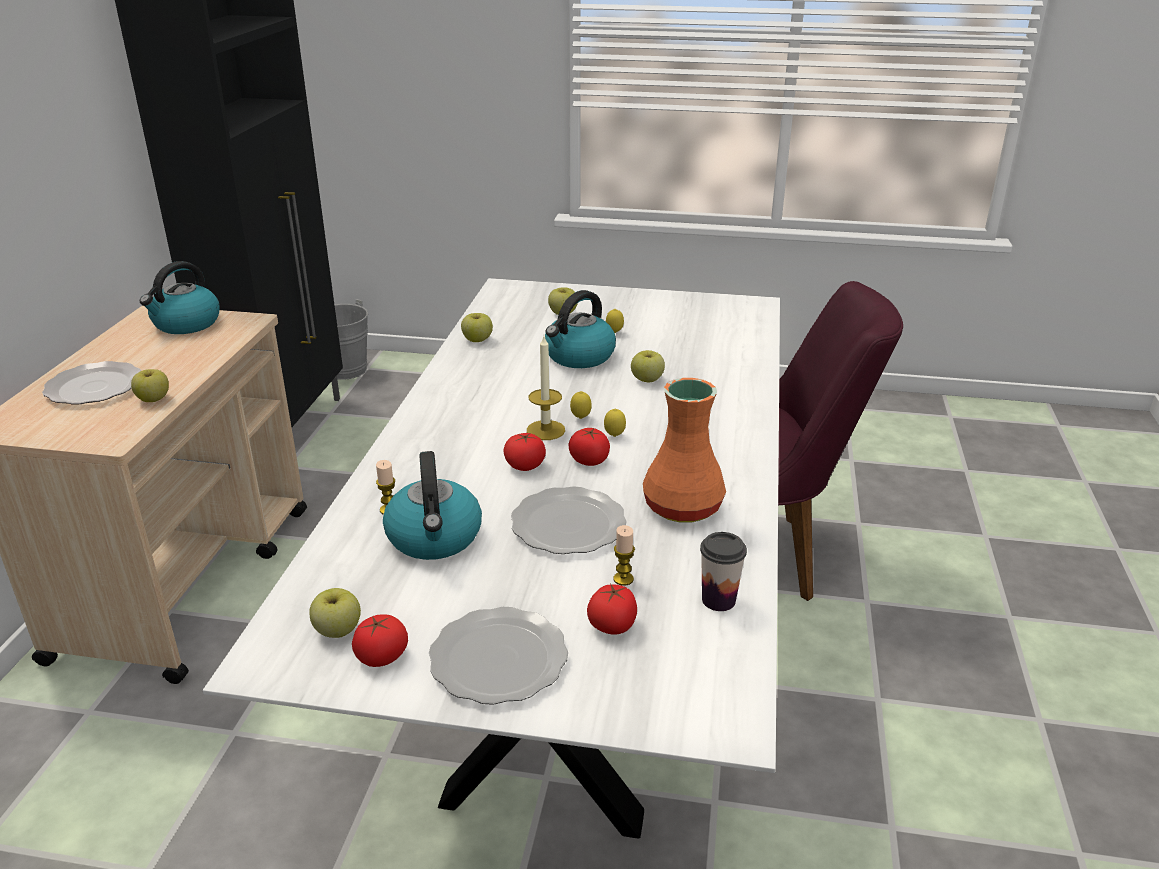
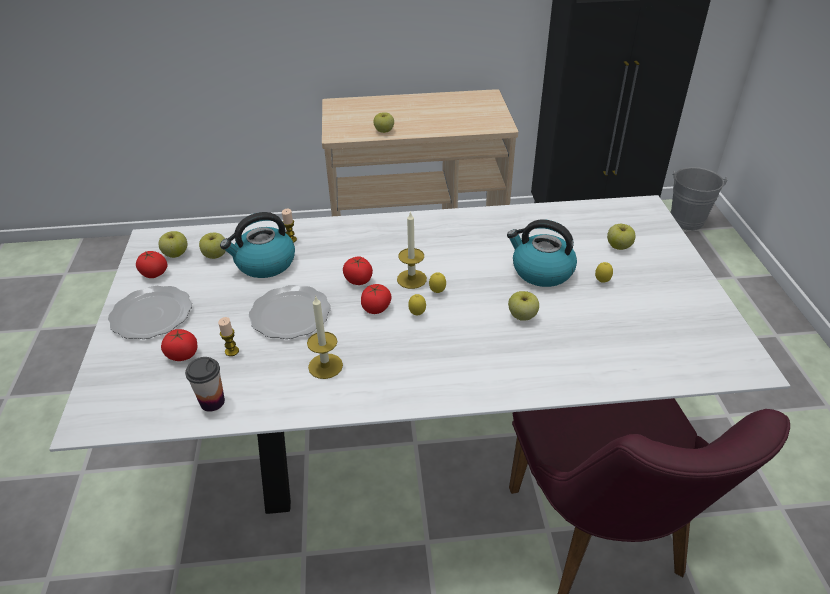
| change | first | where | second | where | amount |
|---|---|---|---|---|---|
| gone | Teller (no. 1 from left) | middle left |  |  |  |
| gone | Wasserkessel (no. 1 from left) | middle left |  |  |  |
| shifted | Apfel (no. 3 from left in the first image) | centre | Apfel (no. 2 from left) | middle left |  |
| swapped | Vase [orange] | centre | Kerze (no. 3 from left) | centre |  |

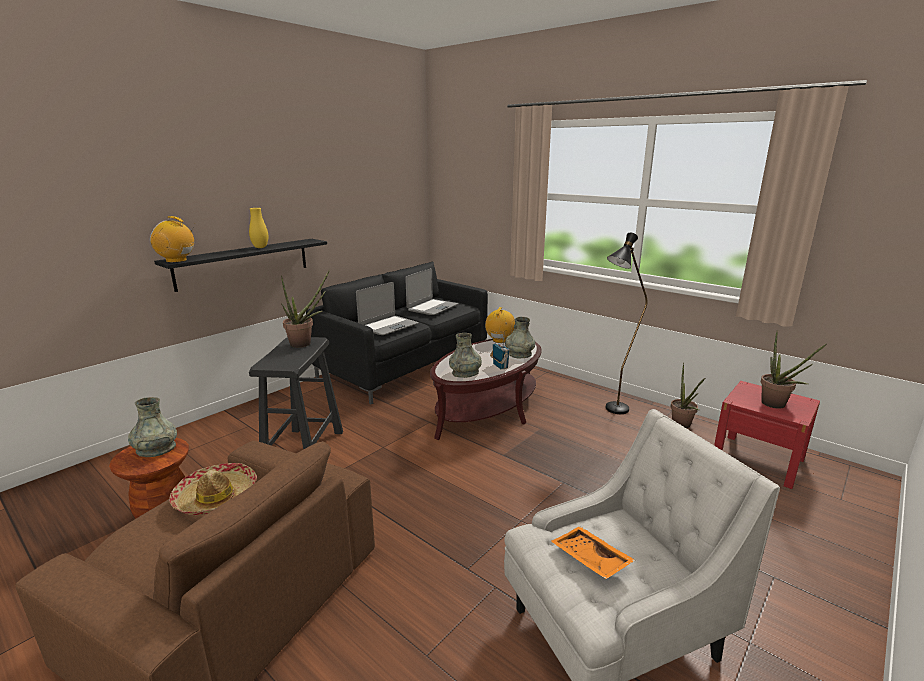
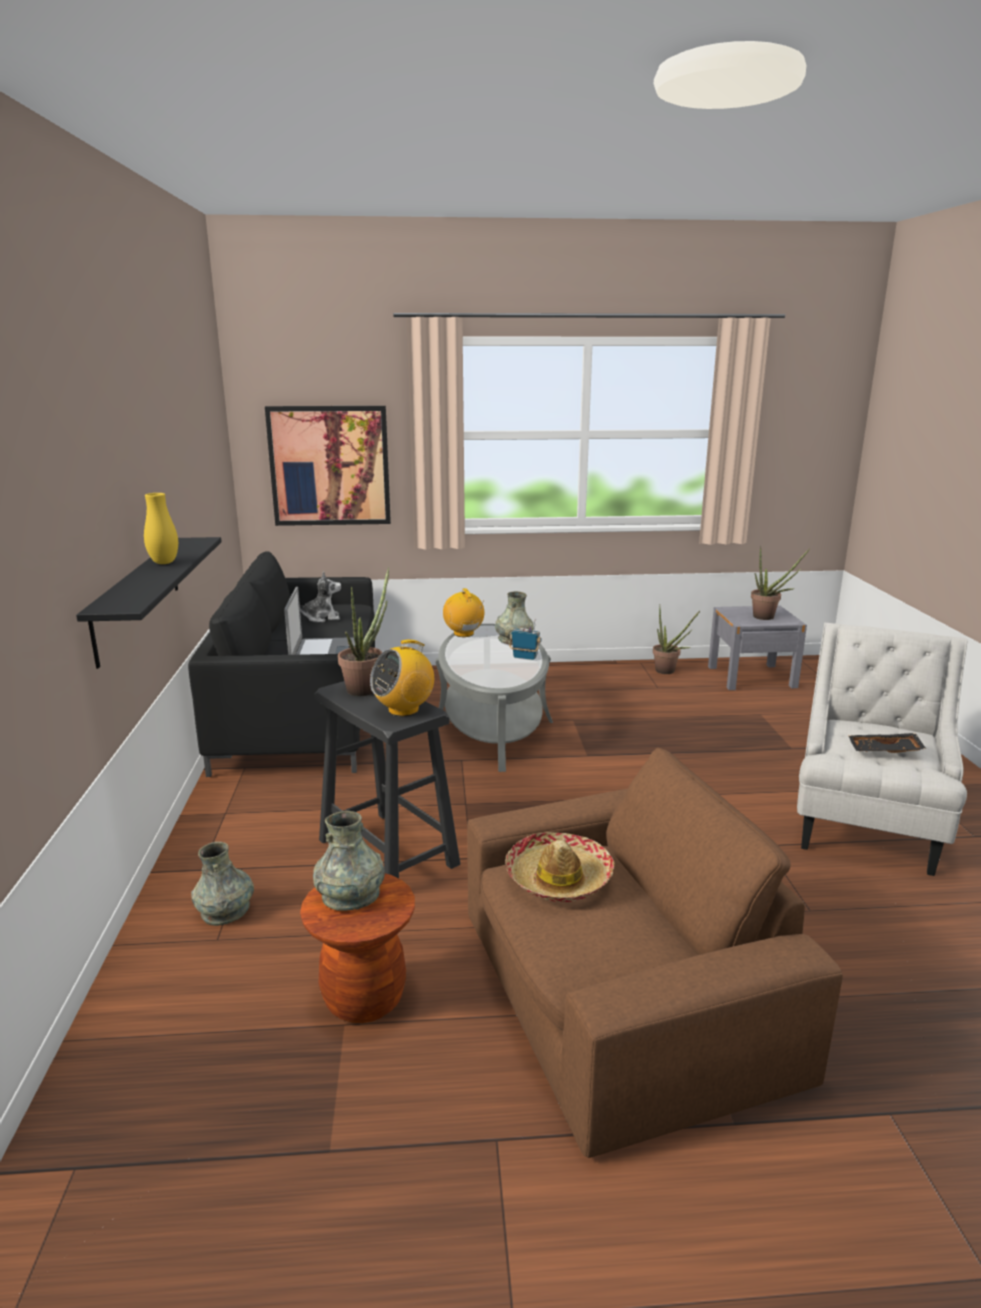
| change | first | where | second | where | amount |
|---|---|---|---|---|---|
| shifted | Radio (no. 1 from left) | middle left |  | centre |  |
| swapped | Laptop (no. 2 from left) | centre | Plüschtier | middle left |  |
| repainted | Couchtisch [braun] | centre | Couchtisch [grau] | centre |  |
| shifted | Vase [grau] (no. 2 from left in the first image) | centre | Vase [grau] (no. 1 from left) | bottom left |  |
| repainted | Tablett [orange] | bottom centre | Tablett [schwarz] | middle right |  |
| gone | Stehlampe [schwarz] | middle right |  |  |  |
| repainted | Nachttisch [rot] | middle right | Nachttisch [grau] | middle right |  |
| new |  |  | Bild | centre |  |

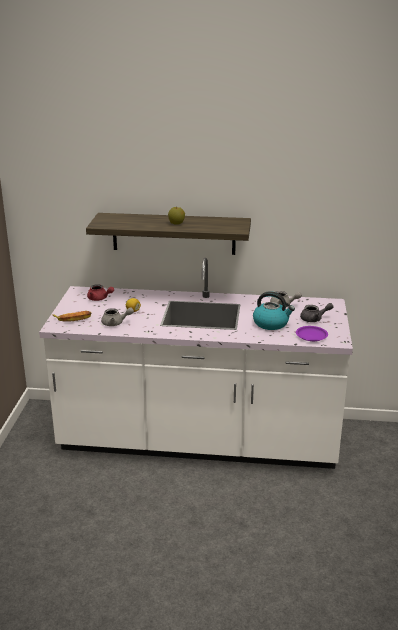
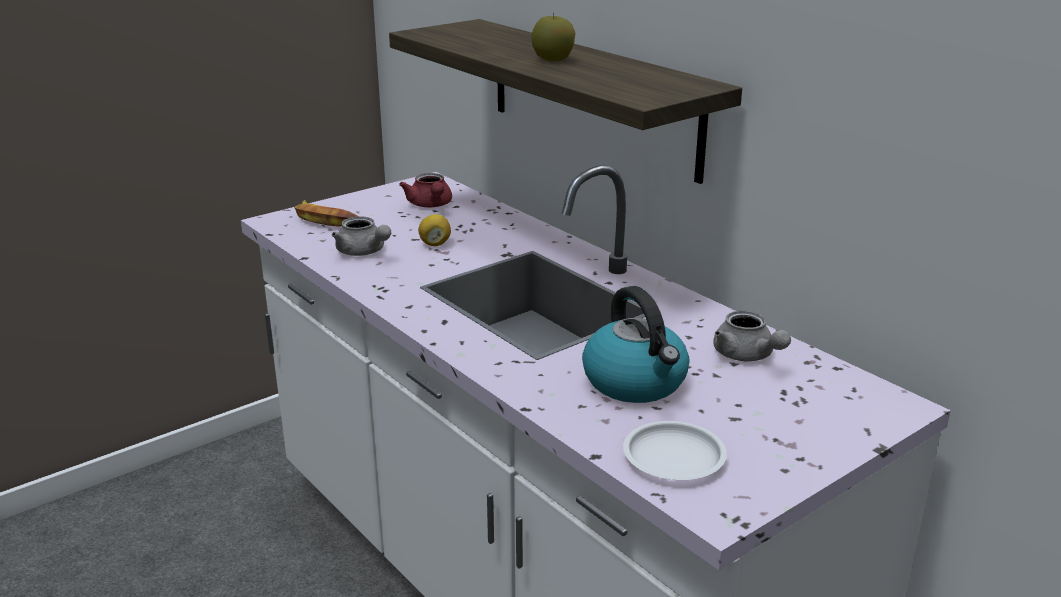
| change | first | where | second | where | amount |
|---|---|---|---|---|---|
| repainted | Teller [lila] | middle right | Teller [weiß] | bottom centre |  |
| gone | Teekanne [grau] (no. 3 from left) | middle right |  |  |  |

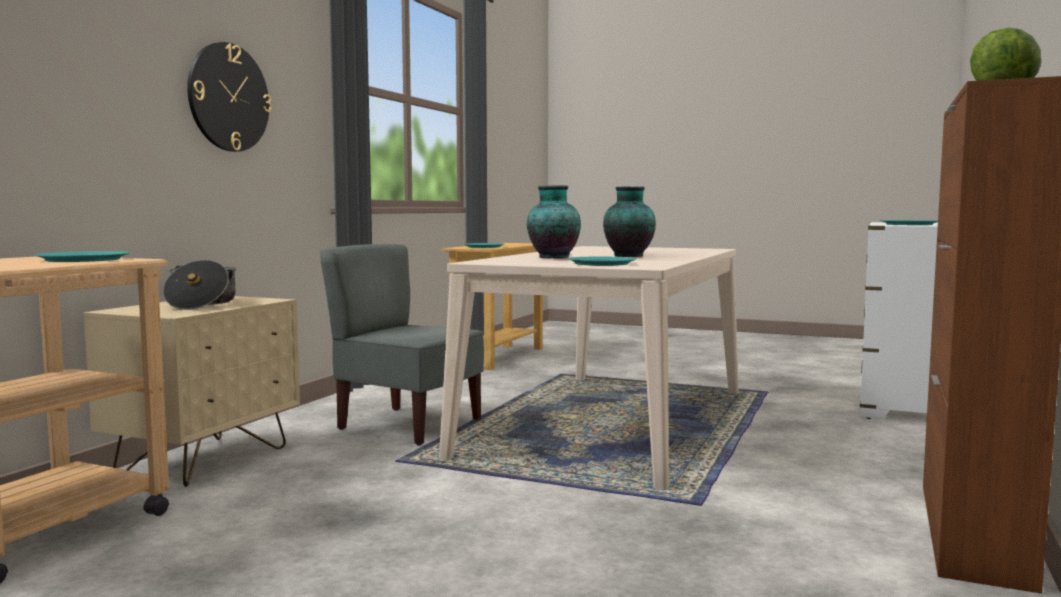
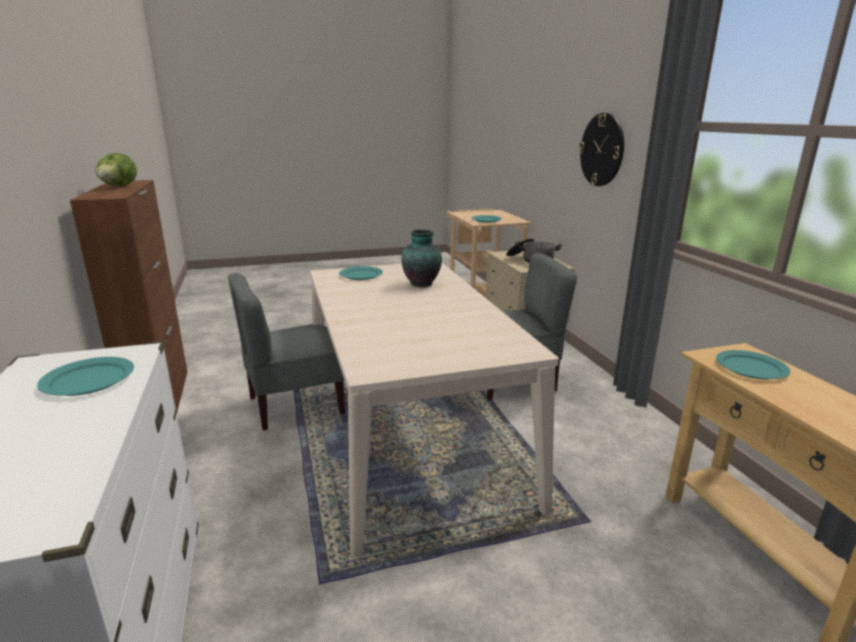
| change | first | where | second | where | amount |
|---|---|---|---|---|---|
| gone | Vase (no. 2 from left) | centre |  |  |  |
| new |  |  | Stuhl [grau] (no. 1 from left) | centre |  |

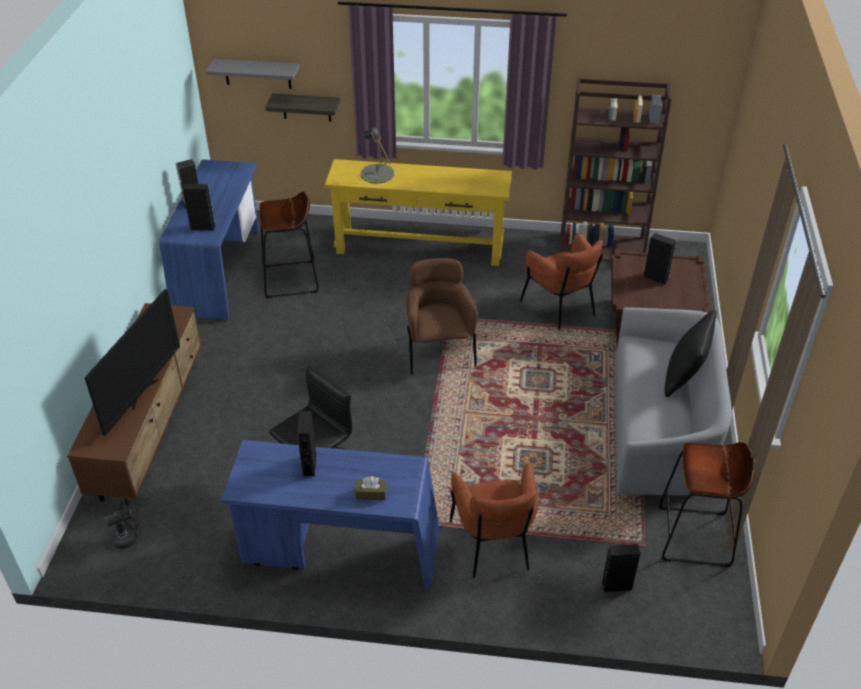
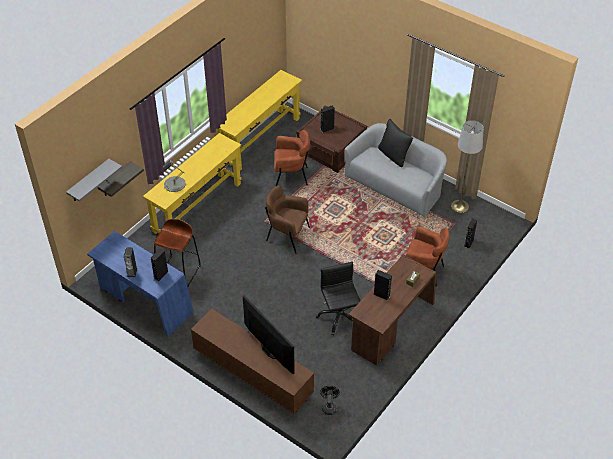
| change | first | where | second | where | amount |
|---|---|---|---|---|---|
| repainted | Schreibtisch [blau] (no. 2 from left) | bottom centre | Schreibtisch [braun] | bottom centre |  |
| swapped | Bücherregal [braun] | top right | Konsolentisch [gelb] (no. 2 from left) | top centre |  |
| swapped | Hocker [braun] (no. 2 from left) | bottom right | Stehlampe [grau] | middle right |  |

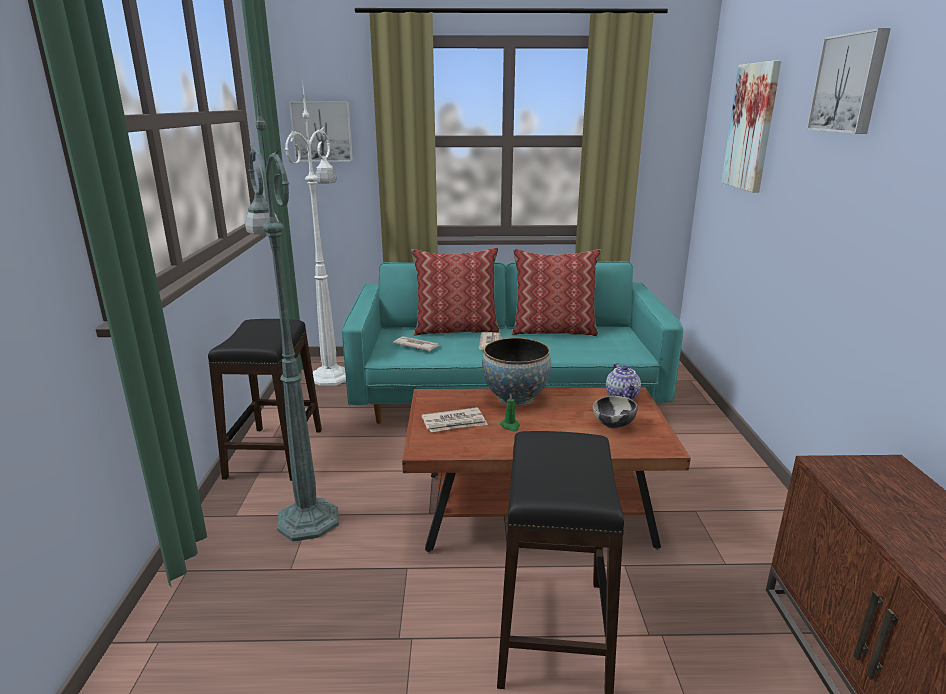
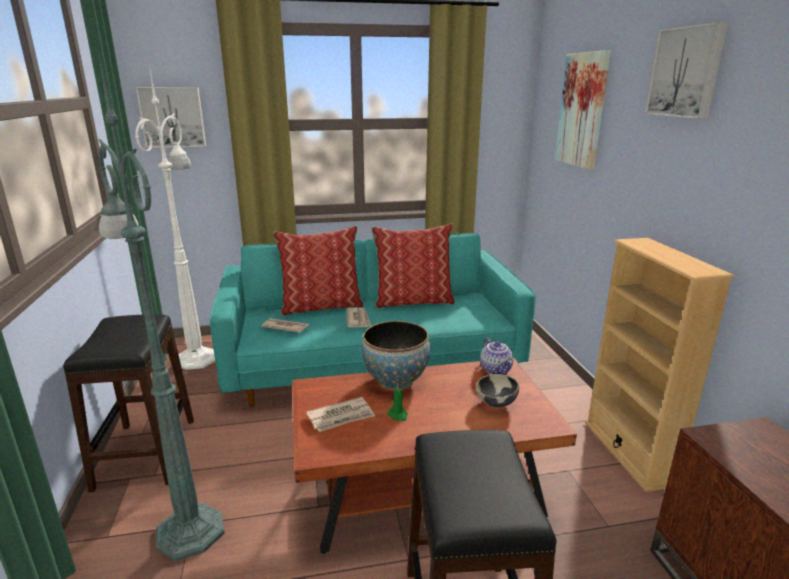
| change | first | where | second | where | amount |
|---|---|---|---|---|---|
| new |  |  | Bücherregal [beige] | middle right |  |

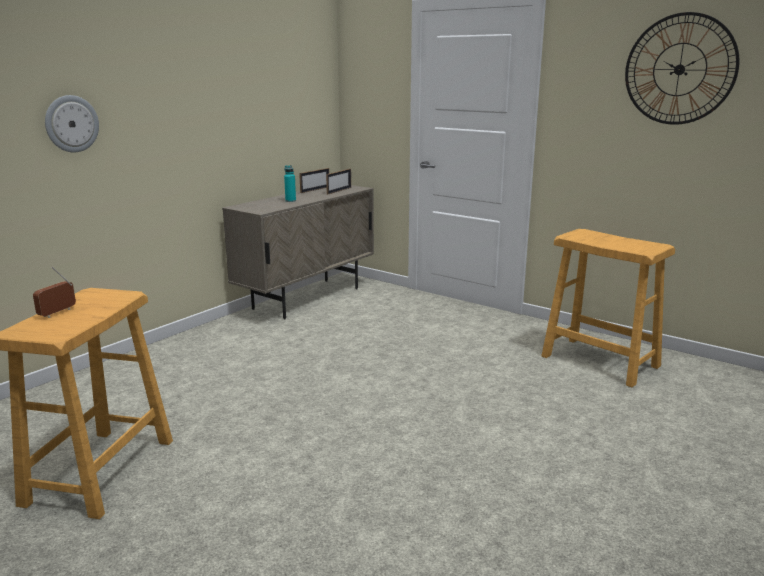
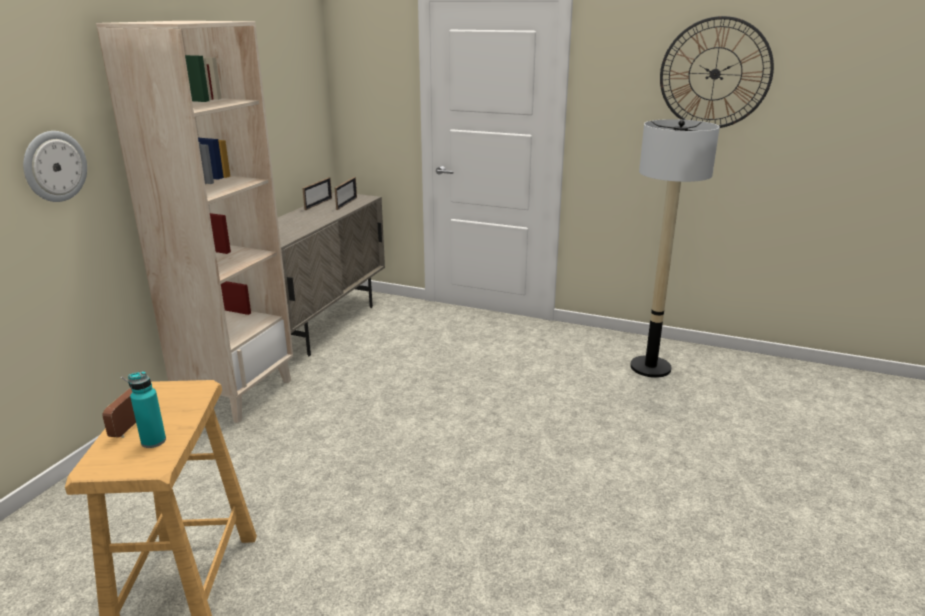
| change | first | where | second | where | amount |
|---|---|---|---|---|---|
| shifted | Flasche [türkis] | top centre |  | middle left |  |
| swapped | Hocker [beige] (no. 2 from left) | middle right | Stehlampe | middle right |  |
| new |  |  | Bücherregal [beige] | middle left |  |

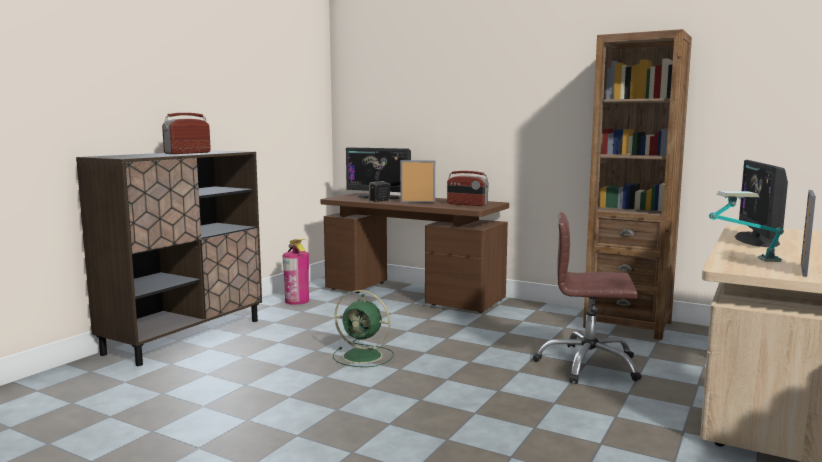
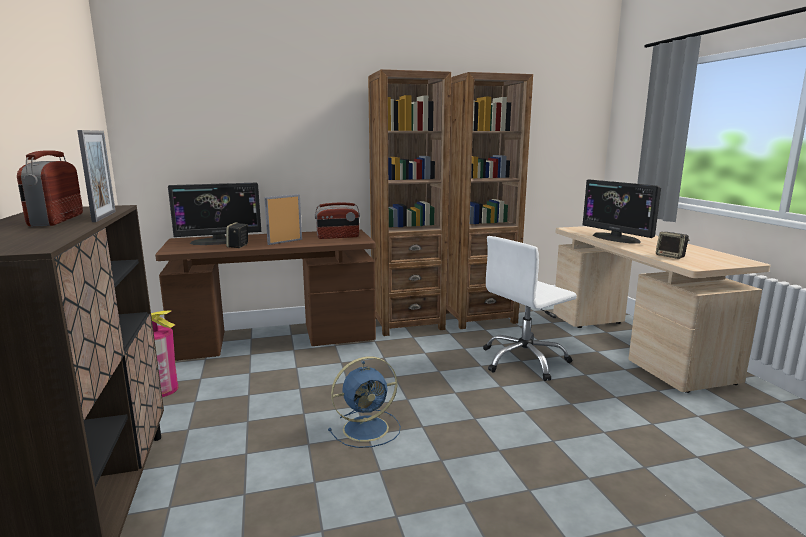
| change | first | where | second | where | amount |
|---|---|---|---|---|---|
| repainted | Ventilator [grün] | bottom centre | Ventilator [blau] | bottom centre |  |
| repainted | Bürostuhl [braun] | middle right | Bürostuhl [weiß] | centre |  |
| swapped | Tischlampe | middle right | Lautsprecher (no. 2 from left) | middle right |  |
| shifted | Bilderrahmen (no. 2 from left in the first image) | middle right | Bilderrahmen (no. 1 from left) | top left |  |
| new |  |  | Bücherregal [braun] (no. 1 from left) | centre |  |

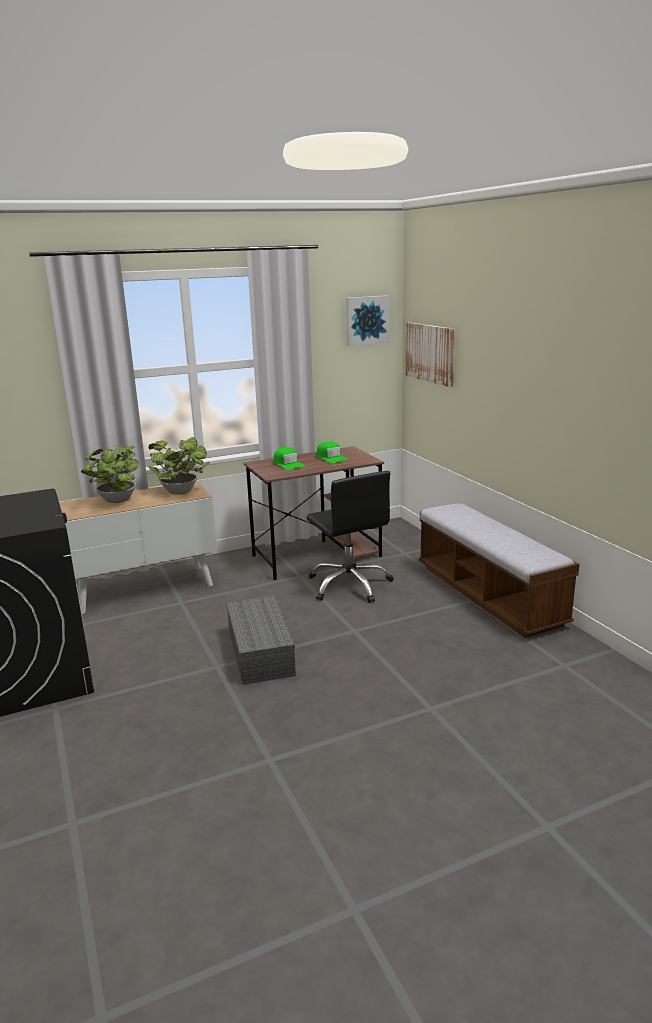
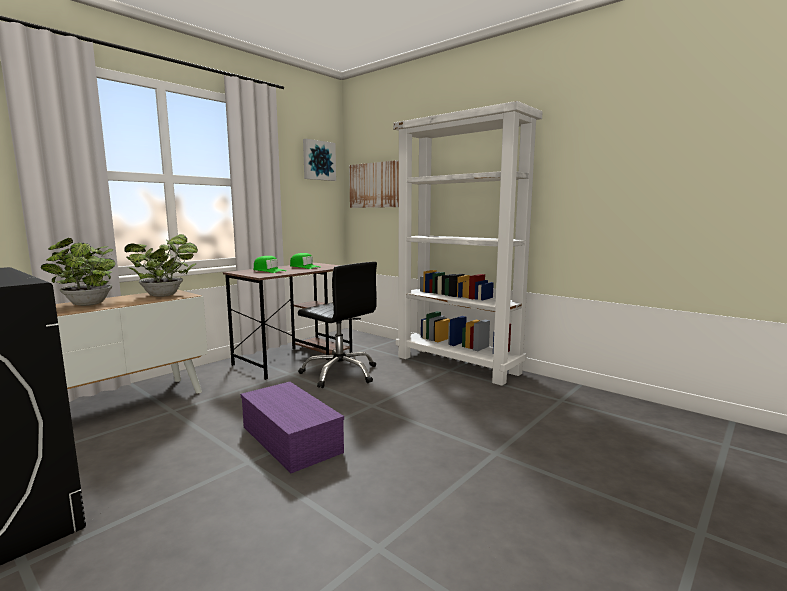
| change | first | where | second | where | amount |
|---|---|---|---|---|---|
| repainted | Aufbewahrungsbox [grau] | centre | Aufbewahrungsbox [lila] | bottom centre |  |
| swapped | Bank | middle right | Bücherregal [weiß] | centre |  |

